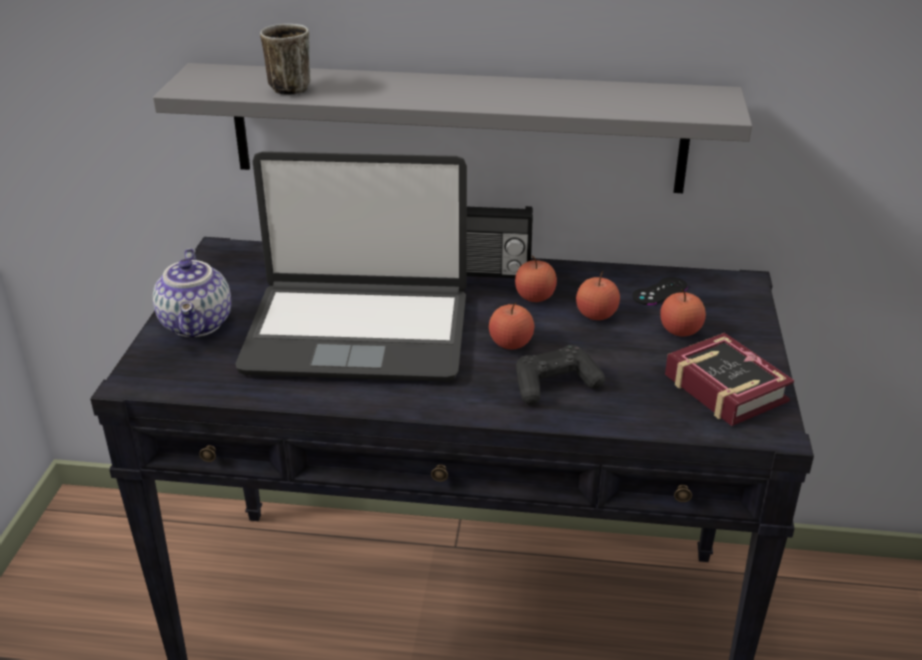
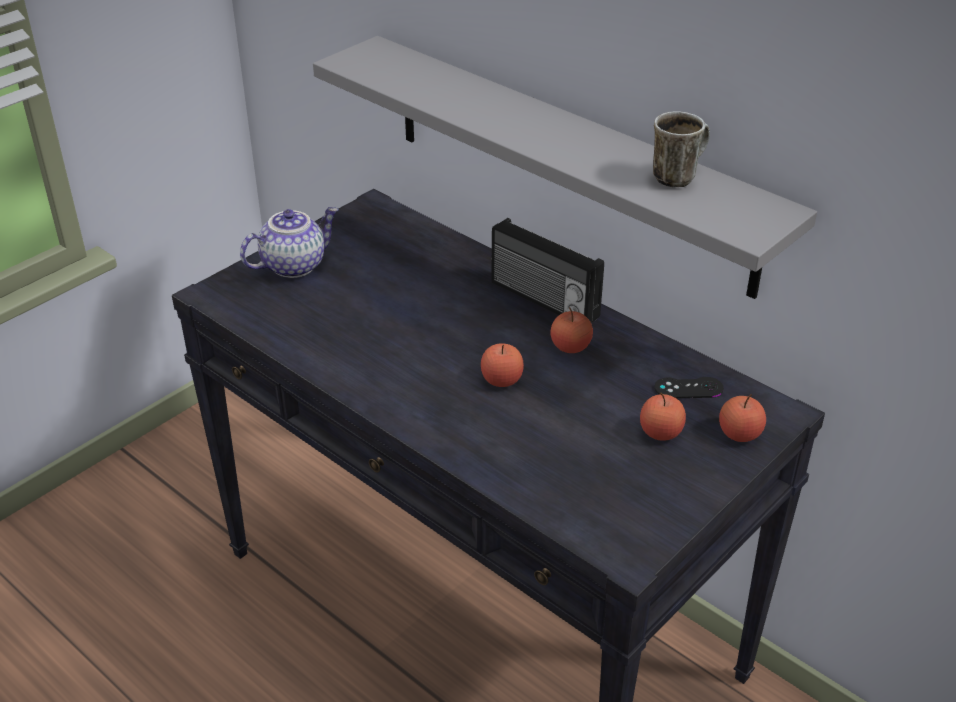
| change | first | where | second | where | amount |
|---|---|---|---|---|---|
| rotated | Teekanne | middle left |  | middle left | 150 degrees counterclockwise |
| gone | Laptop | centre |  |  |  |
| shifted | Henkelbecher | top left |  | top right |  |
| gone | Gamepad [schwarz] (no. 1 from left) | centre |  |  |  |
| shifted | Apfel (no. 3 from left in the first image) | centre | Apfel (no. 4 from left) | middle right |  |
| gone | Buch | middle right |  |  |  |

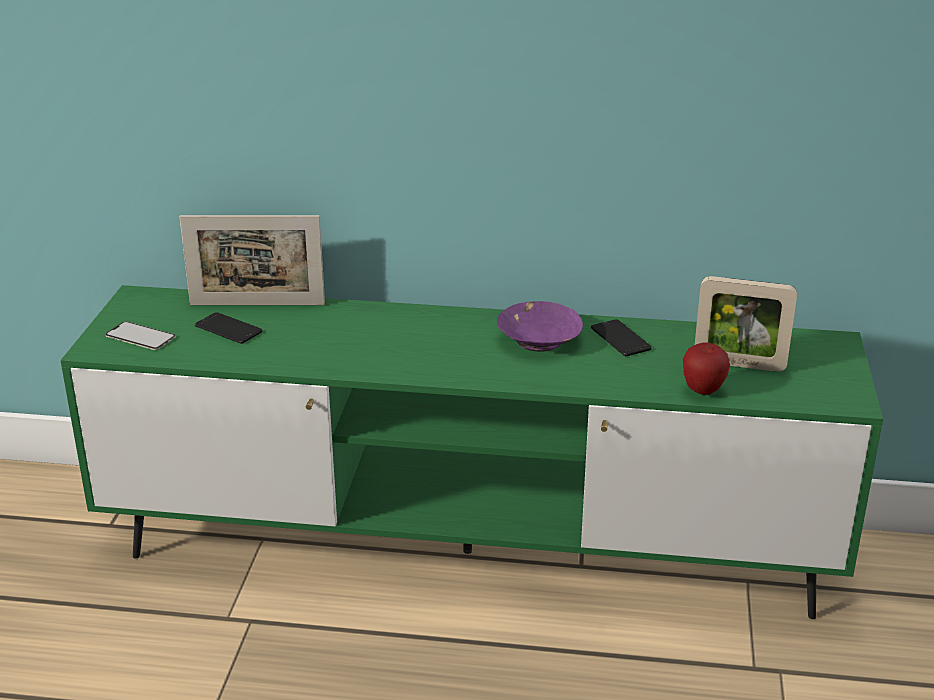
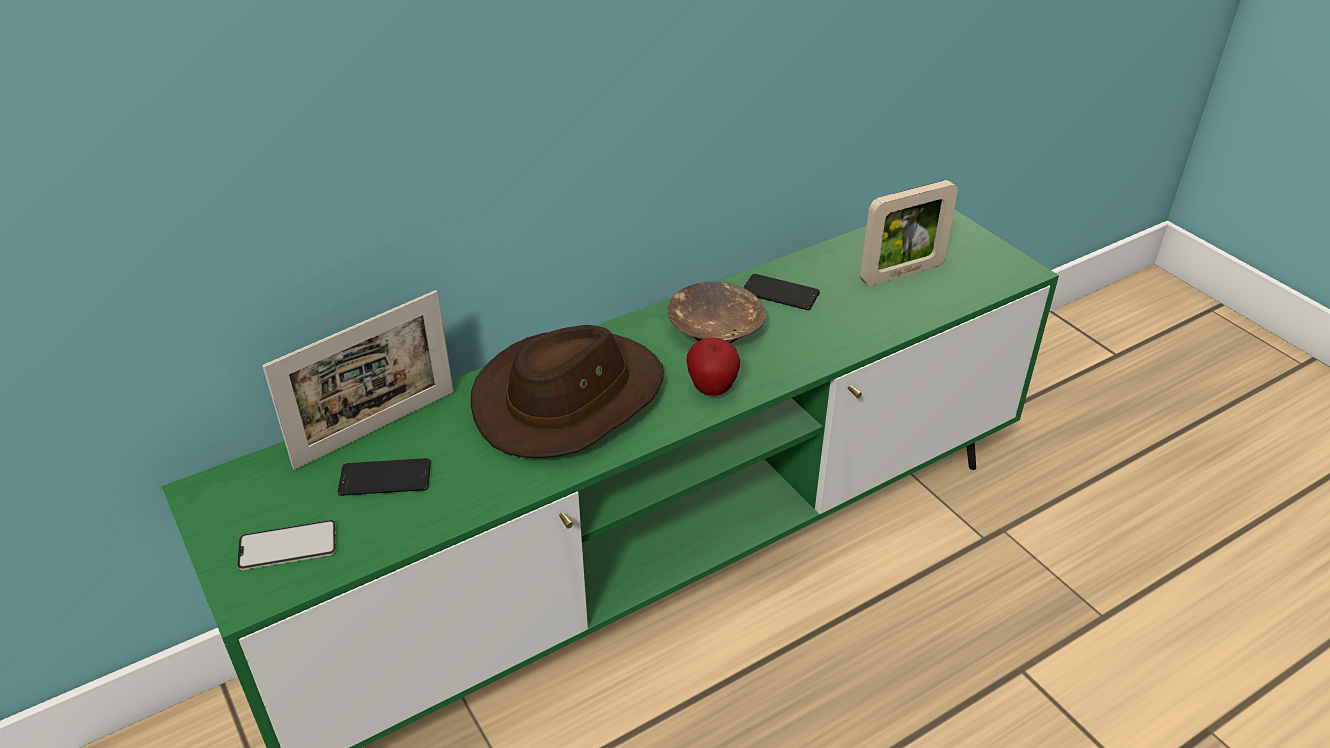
| change | first | where | second | where | amount |
|---|---|---|---|---|---|
| repainted | Schüssel [lila] | centre | Schüssel [braun] | centre |  |
| shifted | Apfel | middle right |  | centre |  |
| new |  |  | Hut [braun] | centre |  |

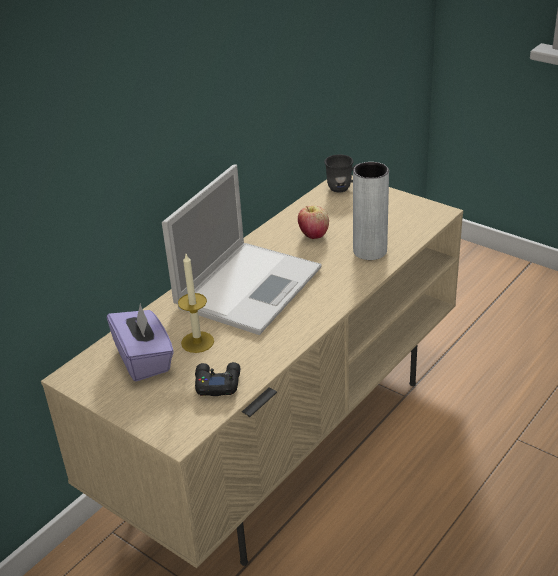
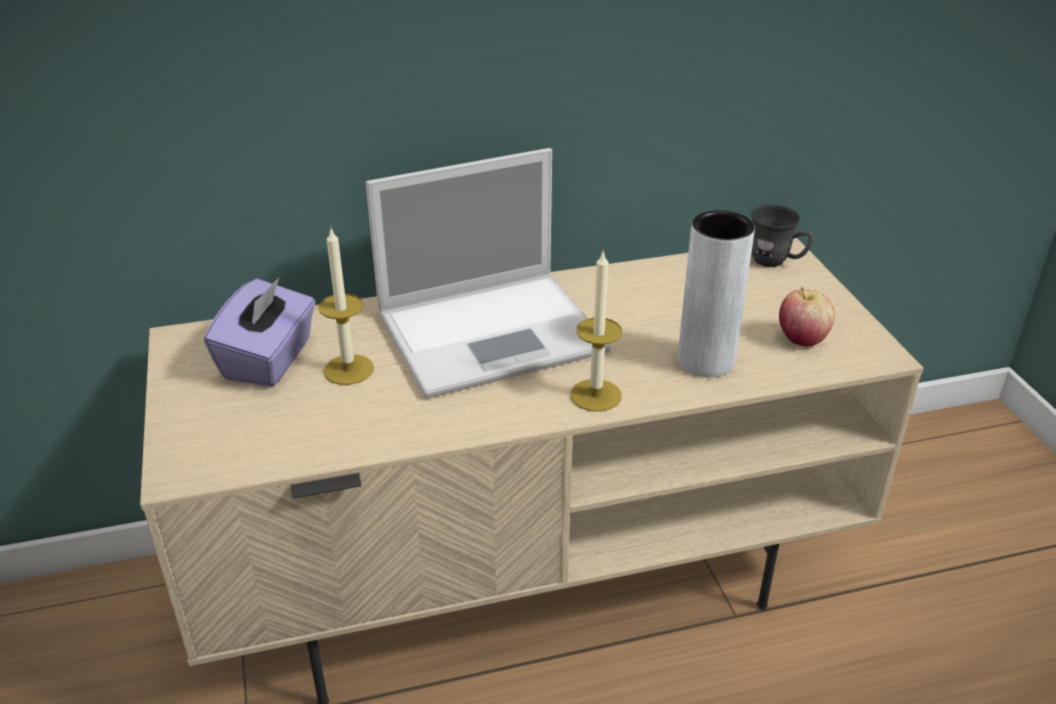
| change | first | where | second | where | amount |
|---|---|---|---|---|---|
| gone | Gamepad [schwarz] | centre |  |  |  |
| shifted | Apfel | centre |  | middle right |  |
| new |  |  | Kerze (no. 2 from left) | centre |  |

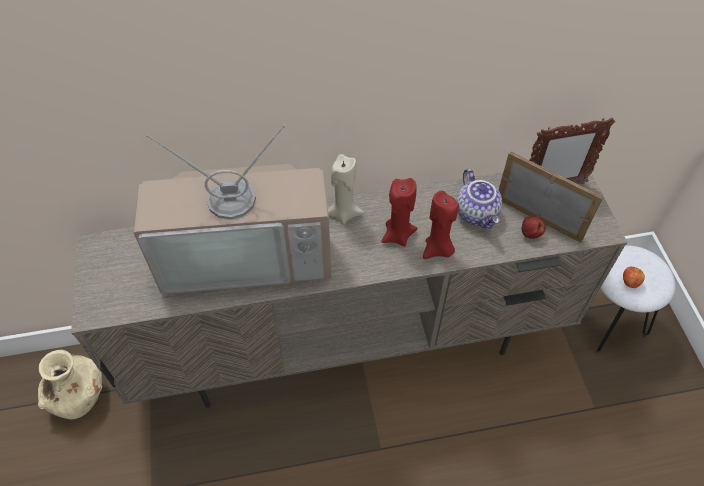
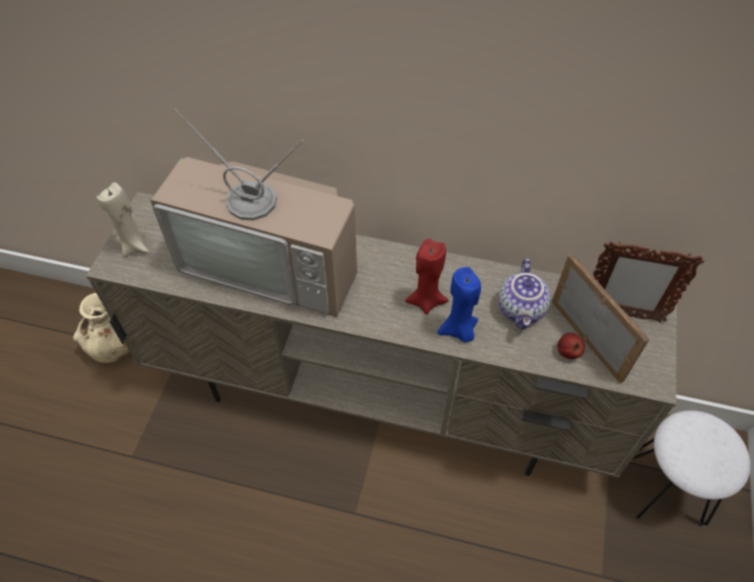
| change | first | where | second | where | amount |
|---|---|---|---|---|---|
| shifted | Kerze [beige] | centre |  | middle left |  |
| repainted | Kerze [rot] (no. 2 from left) | centre | Kerze [blau] | centre |  |
| gone | Apfel (no. 2 from left) | middle right |  |  |  |

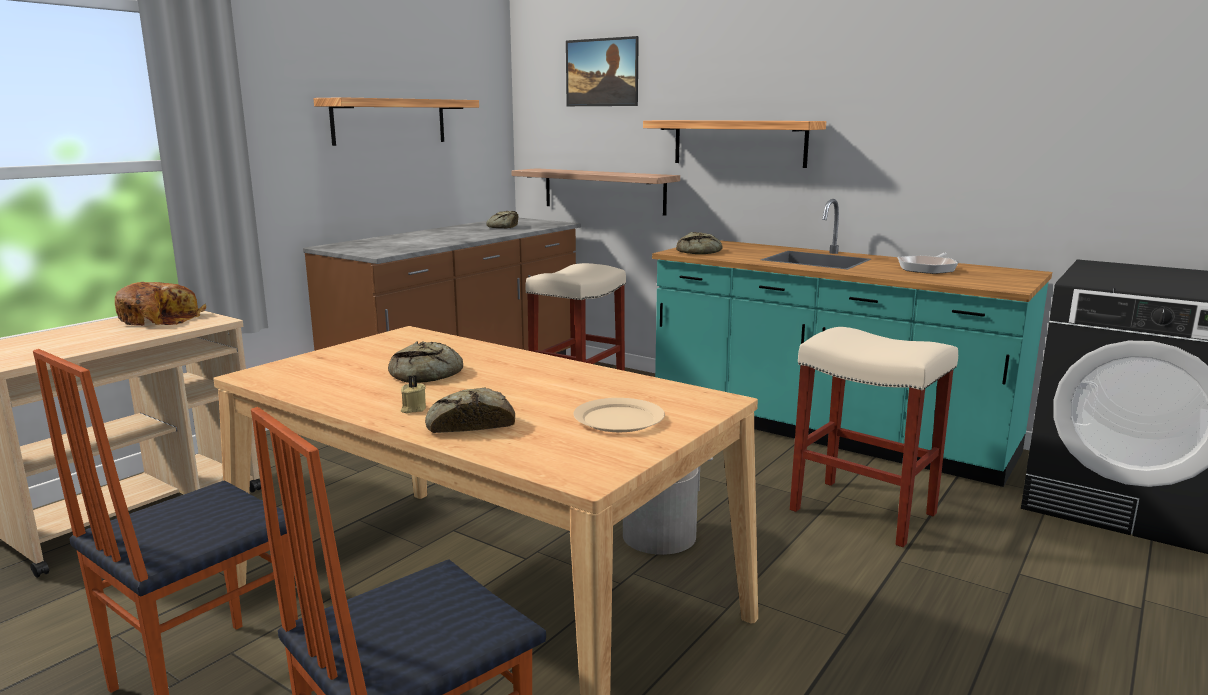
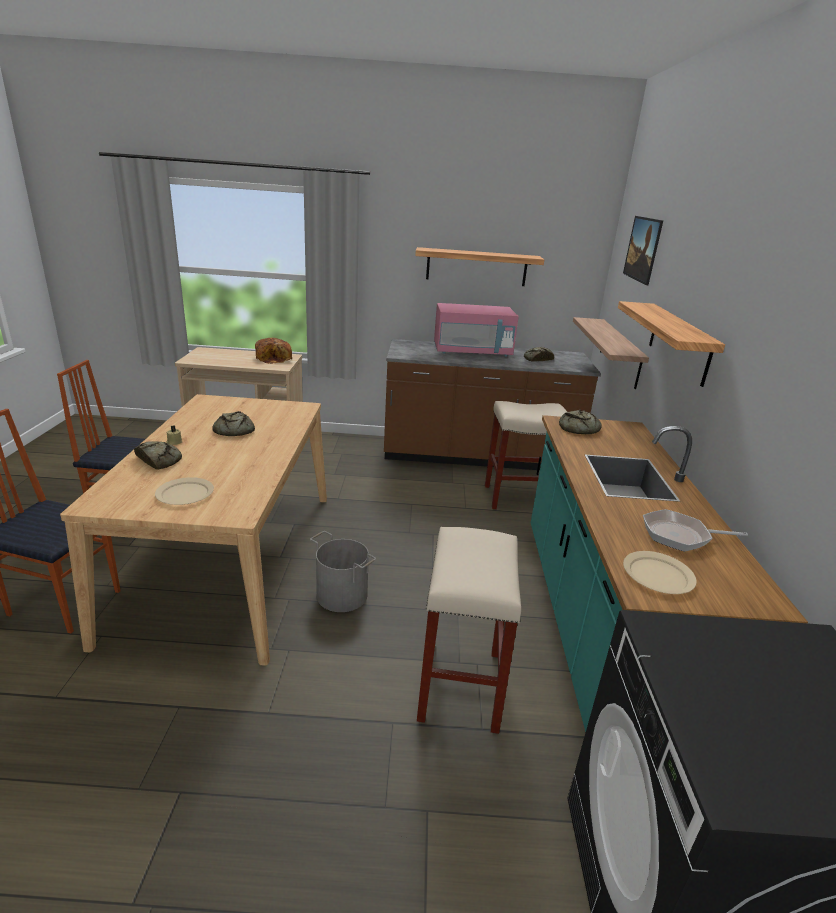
| change | first | where | second | where | amount |
|---|---|---|---|---|---|
| new |  |  | Mikrowelle [rosa] | centre |  |
| new |  |  | Teller [beige] (no. 2 from left) | middle right |  |

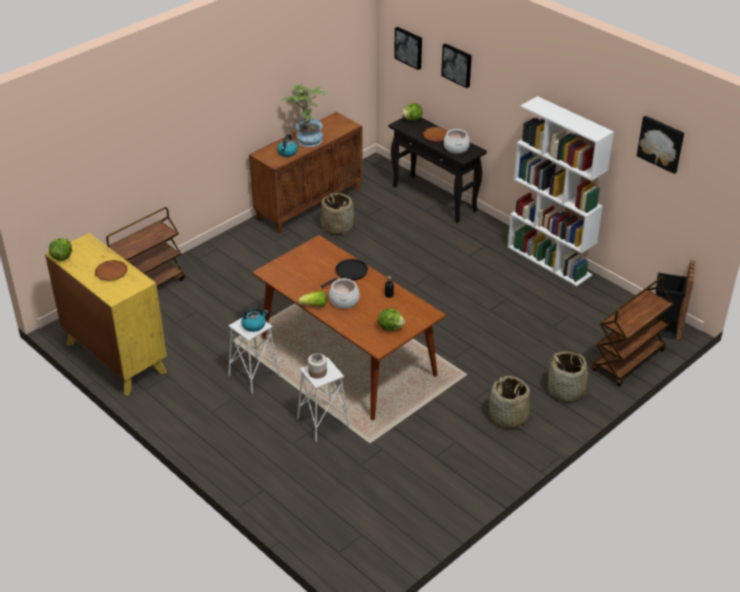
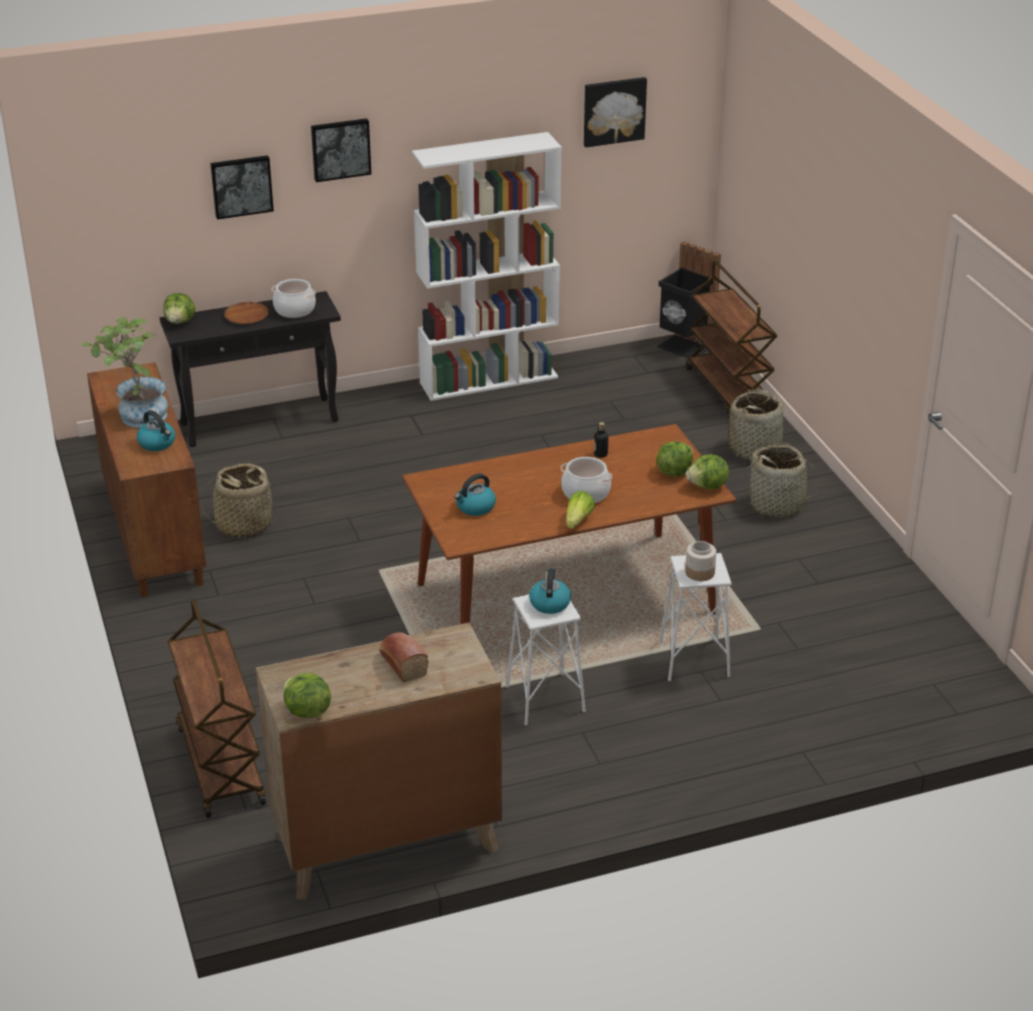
| change | first | where | second | where | amount |
|---|---|---|---|---|---|
| repainted | Kommode [gelb] | middle left | Kommode [braun] | bottom centre |  |
| swapped | Teller [braun] (no. 1 from left) | middle left | Brot | centre |  |
| gone | Pfanne [schwarz] | centre |  |  |  |
| shifted | Bild (no. 1 from left in the first image) | top centre | Bild (no. 2 from left) | top left |  |
| new |  |  | Wasserkessel (no. 2 from left) | centre |  |
| new |  |  | Salatkopf (no. 5 from left) | middle right |  |

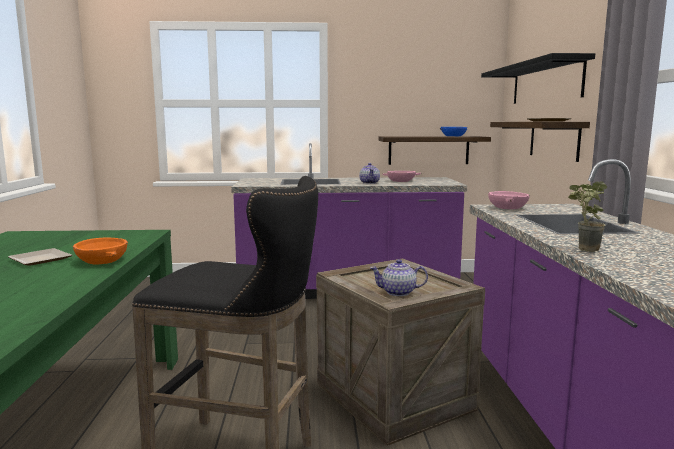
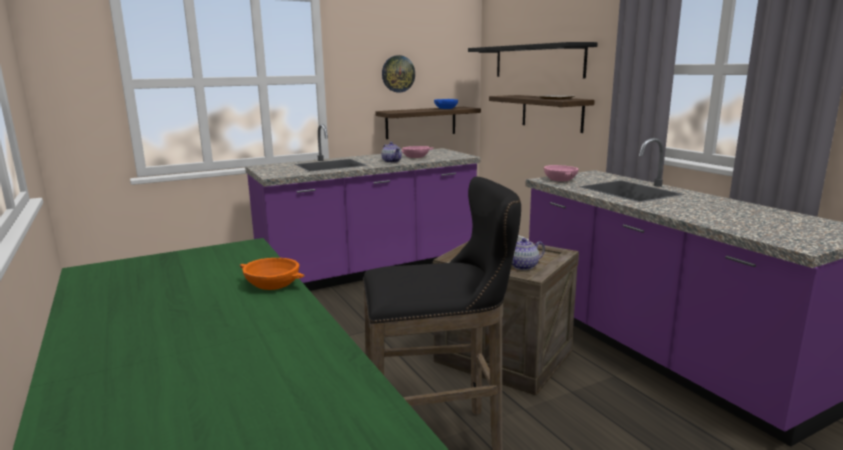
| change | first | where | second | where | amount |
|---|---|---|---|---|---|
| gone | Teller (no. 1 from left) | middle left |  |  |  |
| gone | Topfpflanze | middle right |  |  |  |
| new |  |  | Wanduhr | top centre |  |

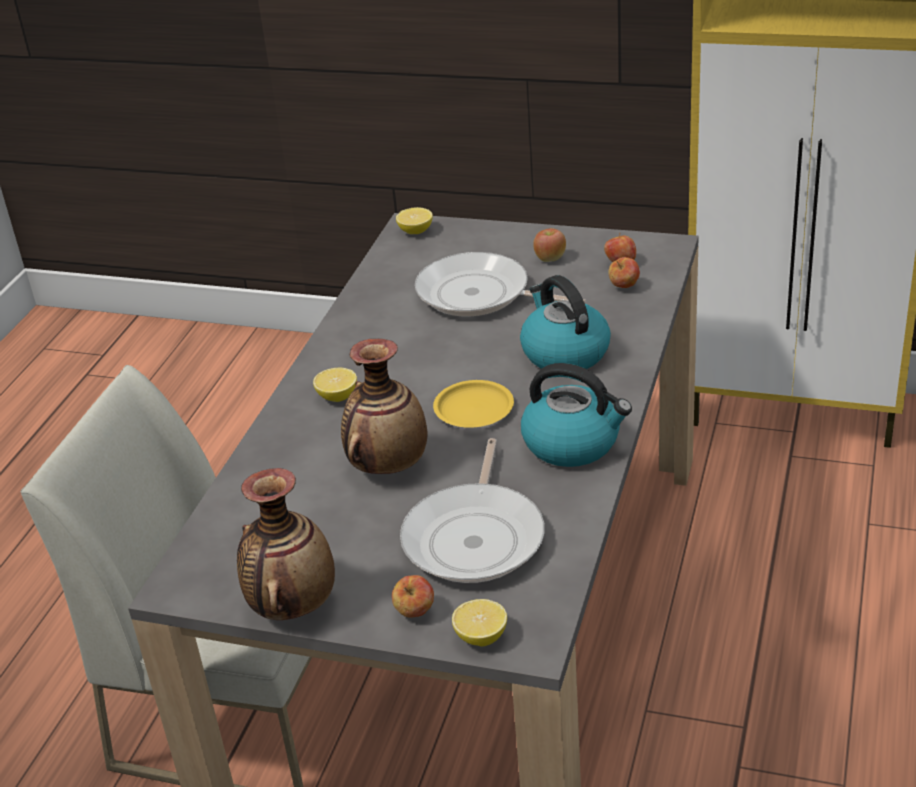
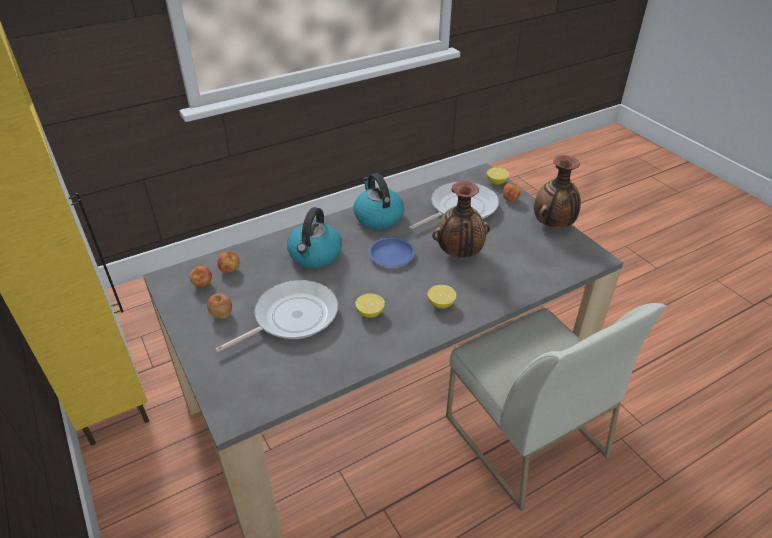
| change | first | where | second | where | amount |
|---|---|---|---|---|---|
| shifted | Zitrone (no. 2 from left in the first image) | top centre | Zitrone (no. 1 from left) | centre |  |
| rotated | Pfanne (no. 2 from left in the first image) | centre | Pfanne (no. 1 from left) | centre | 105 degrees counterclockwise |
| repainted | Teller [gelb] | centre | Teller [blau] | centre |  |

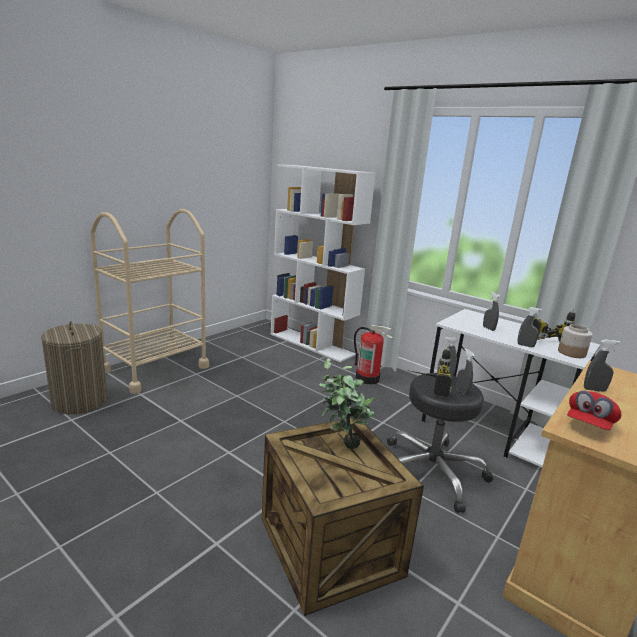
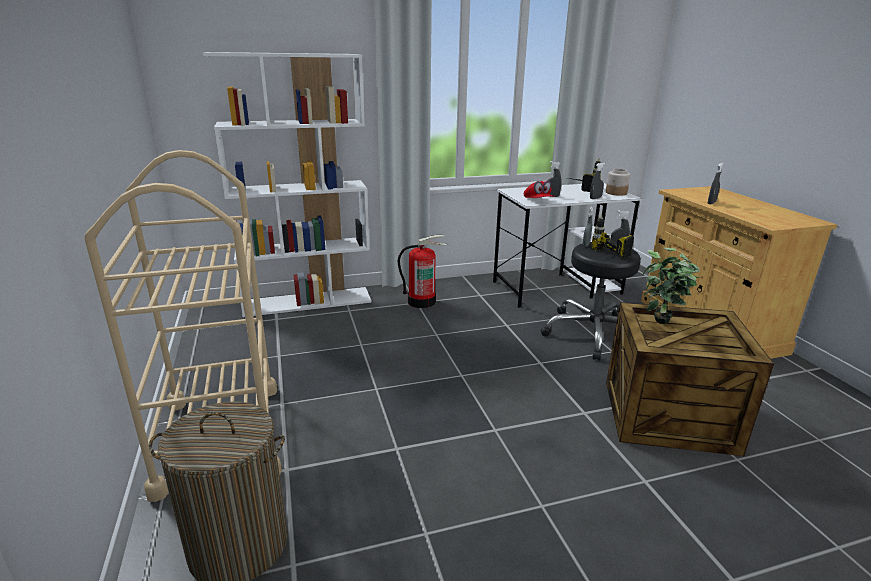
| change | first | where | second | where | amount |
|---|---|---|---|---|---|
| shifted | Kappe [rot] | middle right |  | top centre |  |

